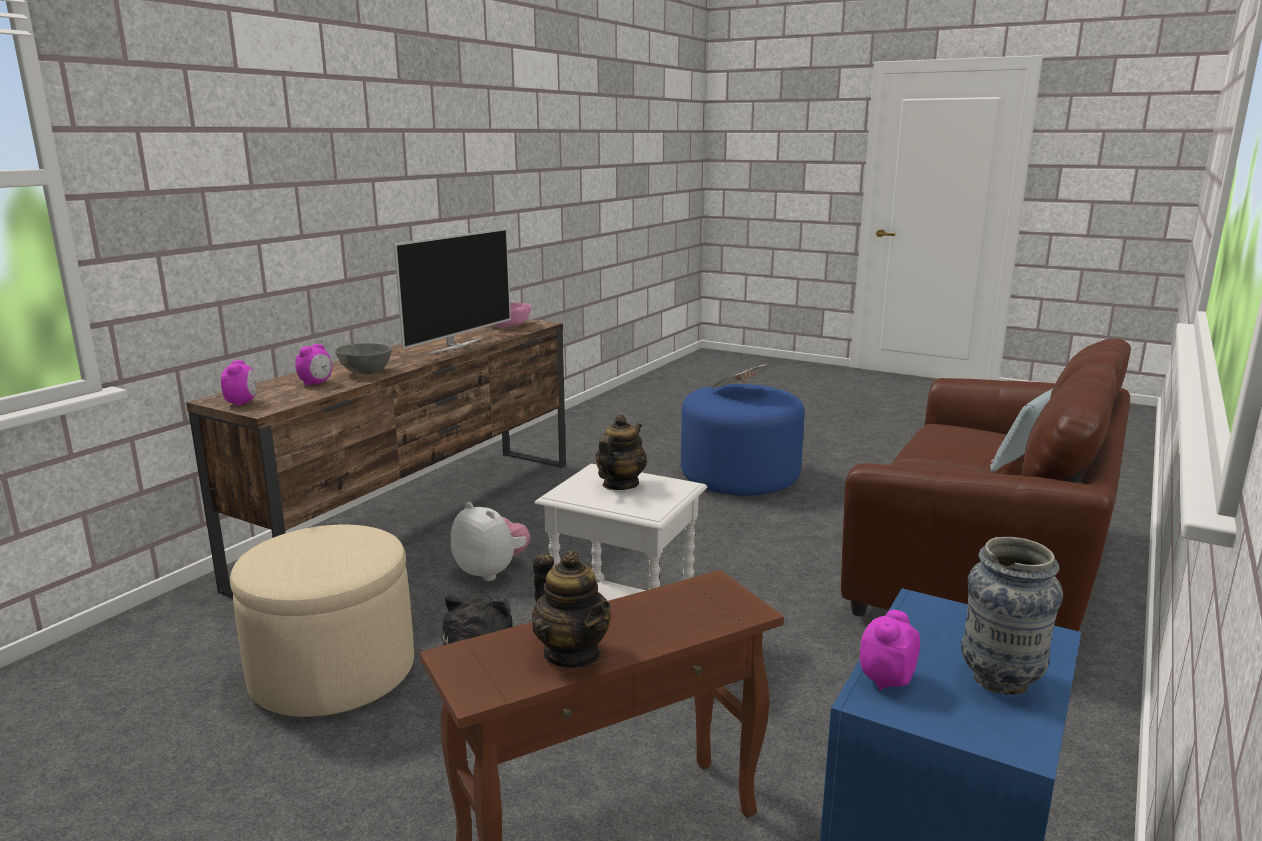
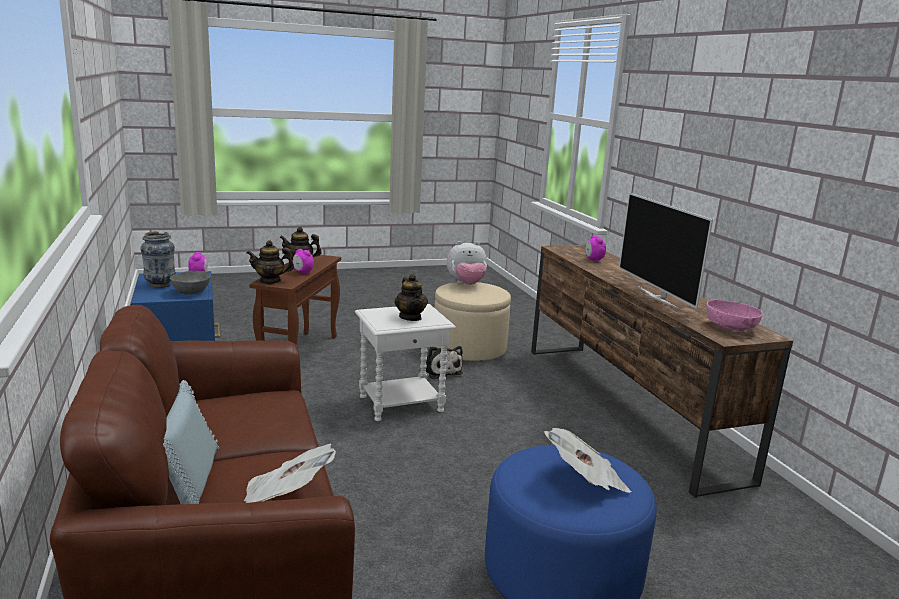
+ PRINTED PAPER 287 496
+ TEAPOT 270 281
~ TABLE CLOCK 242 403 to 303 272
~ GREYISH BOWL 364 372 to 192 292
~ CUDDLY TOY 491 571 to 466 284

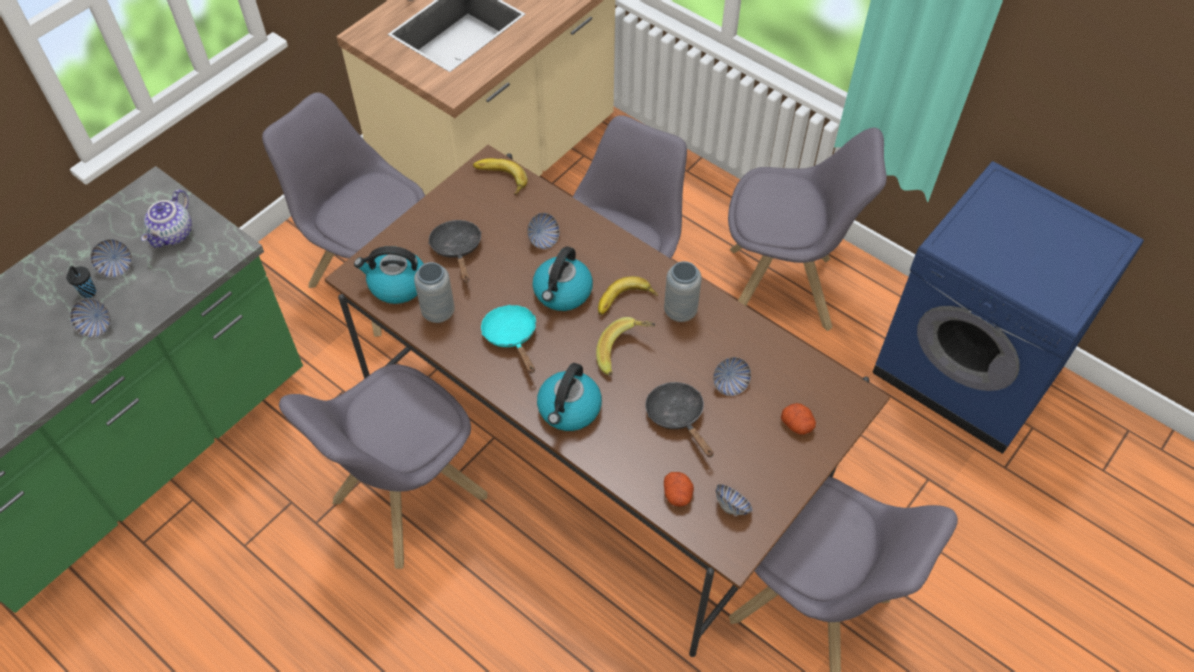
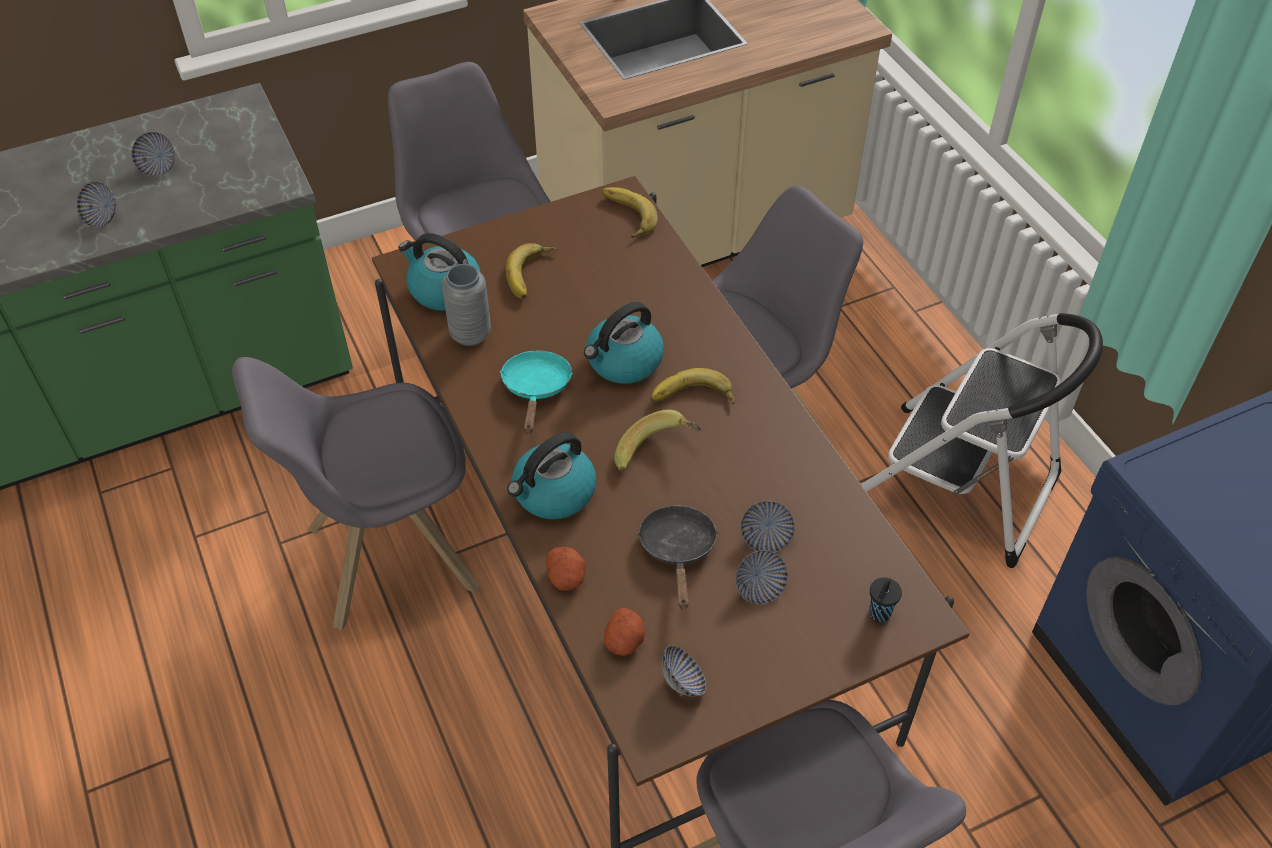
- TEAPOT 174 234
- GREYISH VASE 680 312
~ BLACKISH SMALL CUP 88 293 to 879 614
~ BOWL 543 239 to 759 588
~ WHOLE POTATO 797 424 to 567 577
~ BLACKISH PAN 457 249 to BANANA 533 275
~ GREYISH CHAIR 780 289 to STEP LADDER 962 488

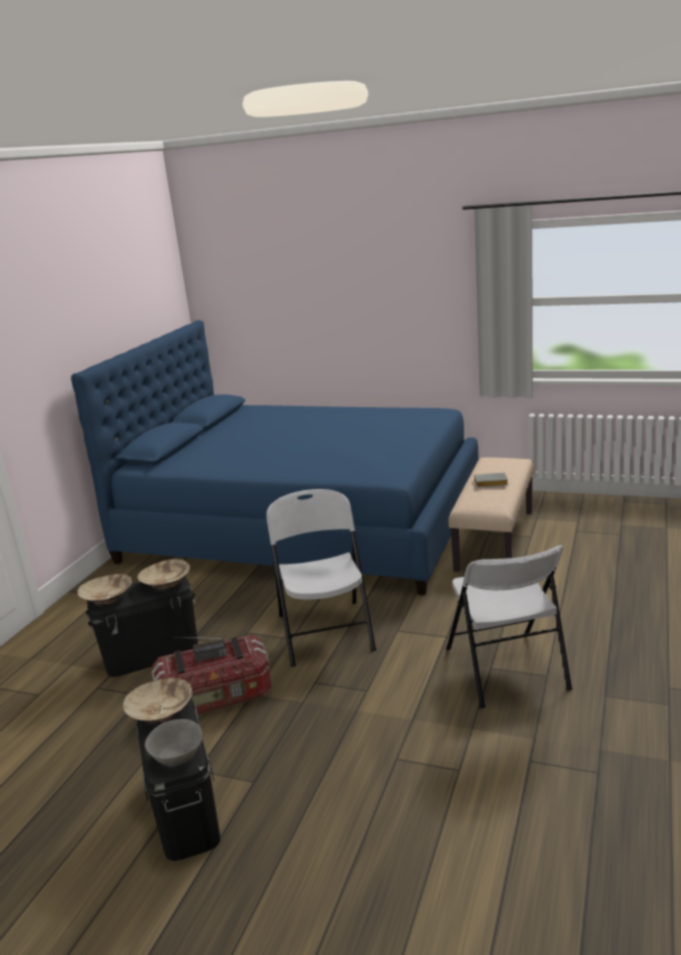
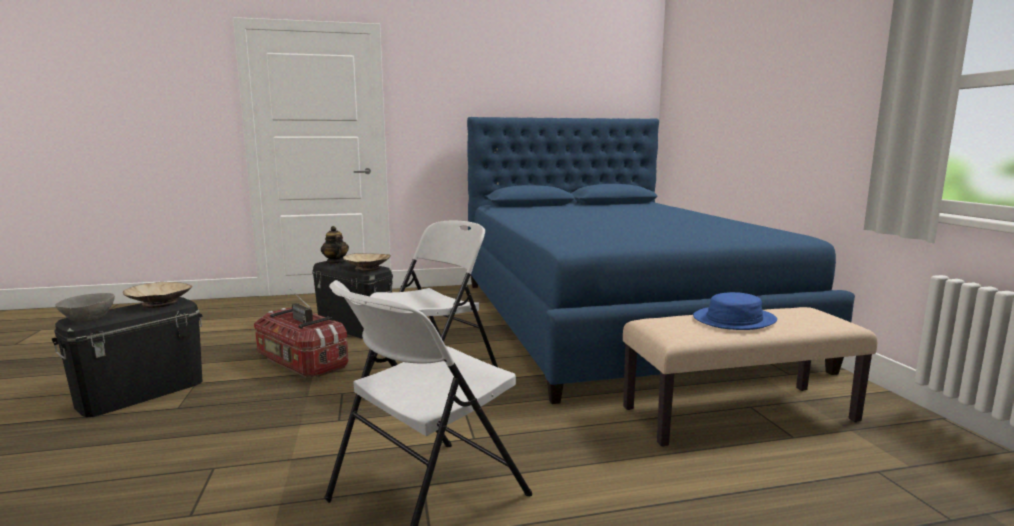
~ BEIGE-COLOURED BOWL 108 598 to TEAPOT 335 262
~ GREYISH VOLUME 490 483 to BLUE HAT 734 319

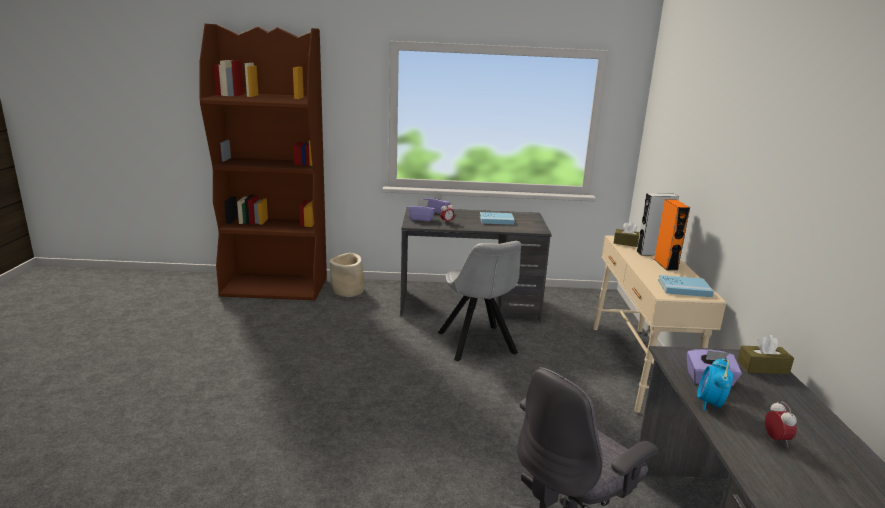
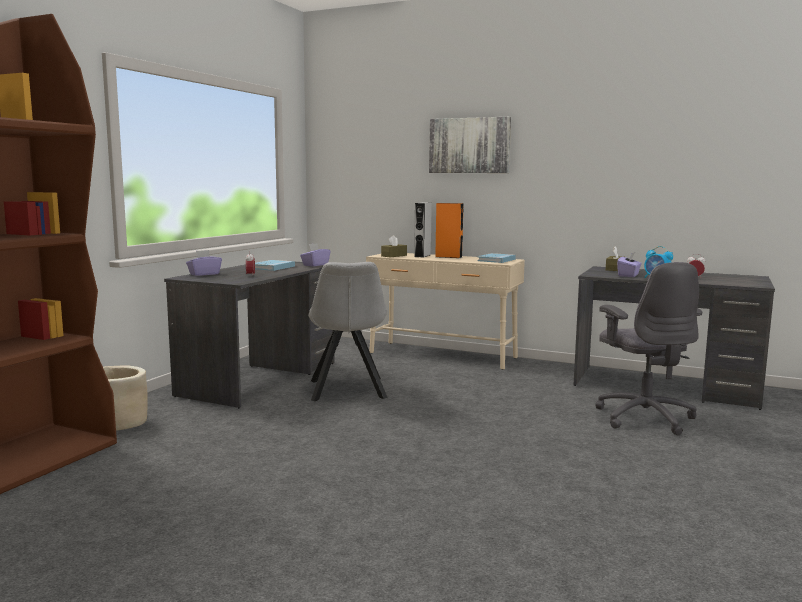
+ PICTURE 469 145
~ PURPLISH TISSUE BOX 421 219 to 315 265
~ GREYISH CHAIR 477 344 = 347 390 75 degrees clockwise

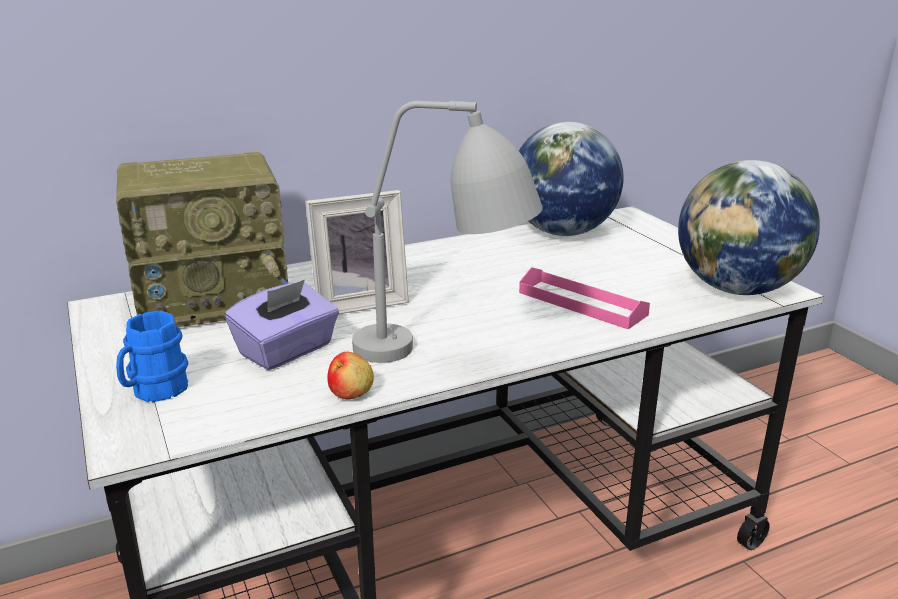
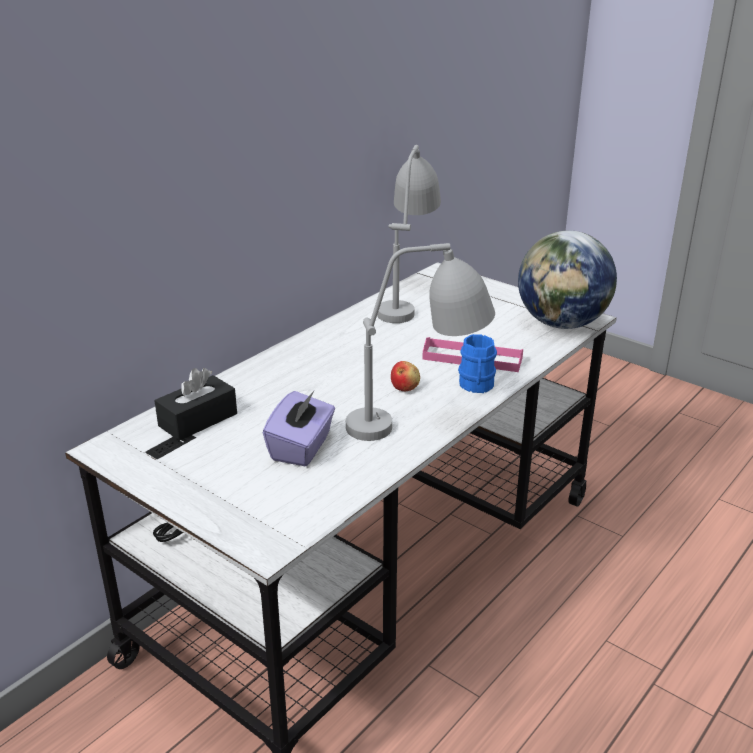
- PHOTO FRAME 359 302
~ BLUE TEA MUG 154 391 to 476 386
~ WHOLE APPLE 351 393 to 405 387
~ RADIO 216 300 to BLACKISH TISSUE BOX 198 420
~ DESK GLOBE 562 232 to GREYISH TABLETOP LAMP 407 298

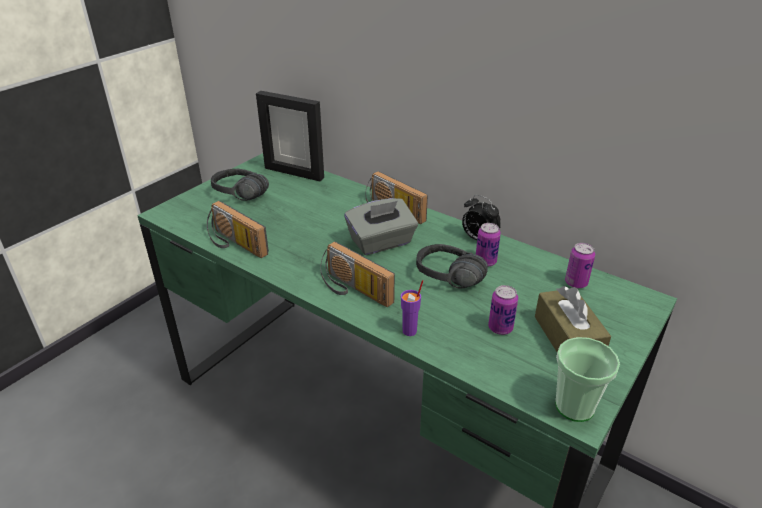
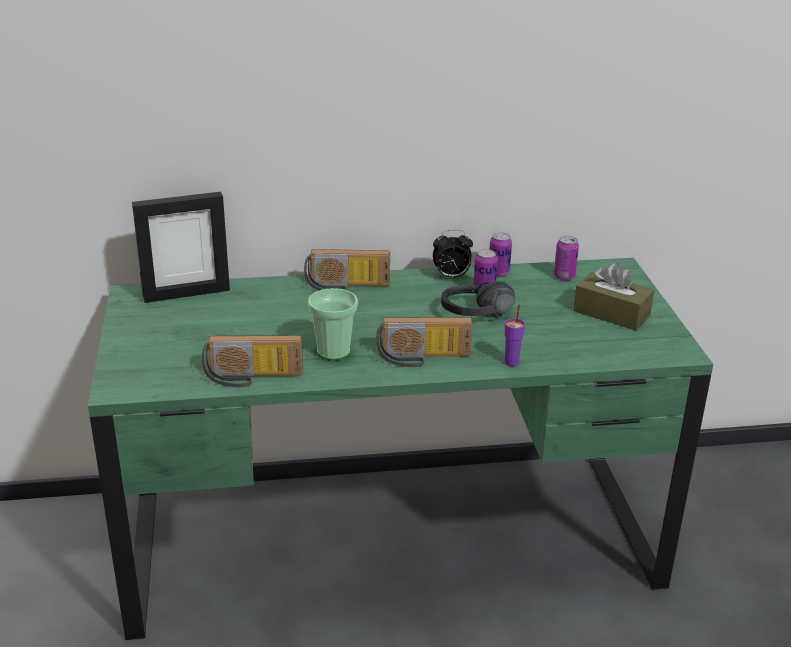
- BLACKISH PAIR OF HEADPHONES 236 197
- GREYISH TISSUE BOX 381 242
~ METAL CAN 500 328 to 498 273
~ SMALL CUP 574 407 to 333 352

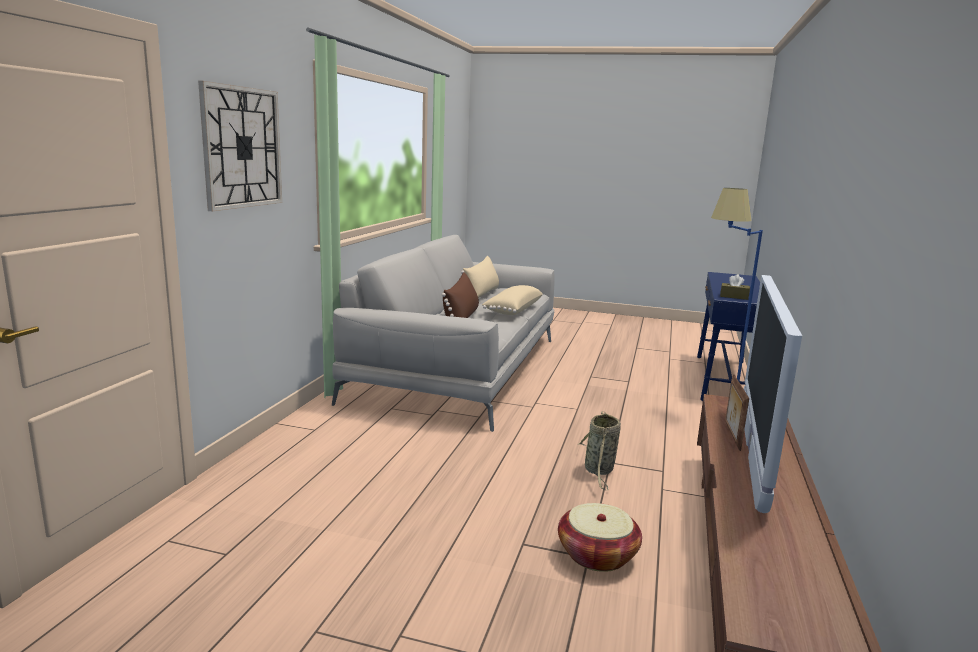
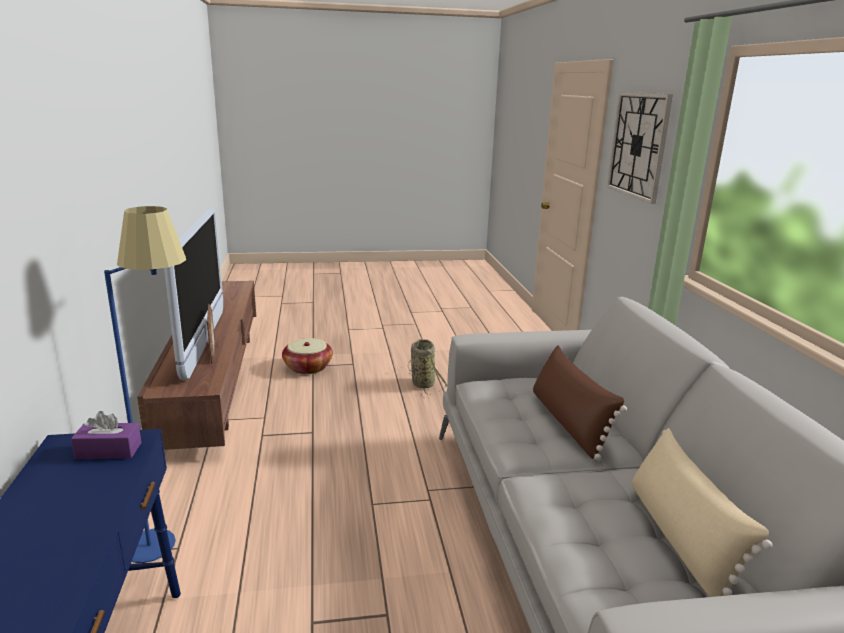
- BEIGE-COLOURED PILLOW 512 310
~ HOUSEHOLD BASKET 599 471 to 422 383
~ BROWN-COLOURED TISSUE BOX 734 296 to PURPLISH TISSUE BOX 109 450

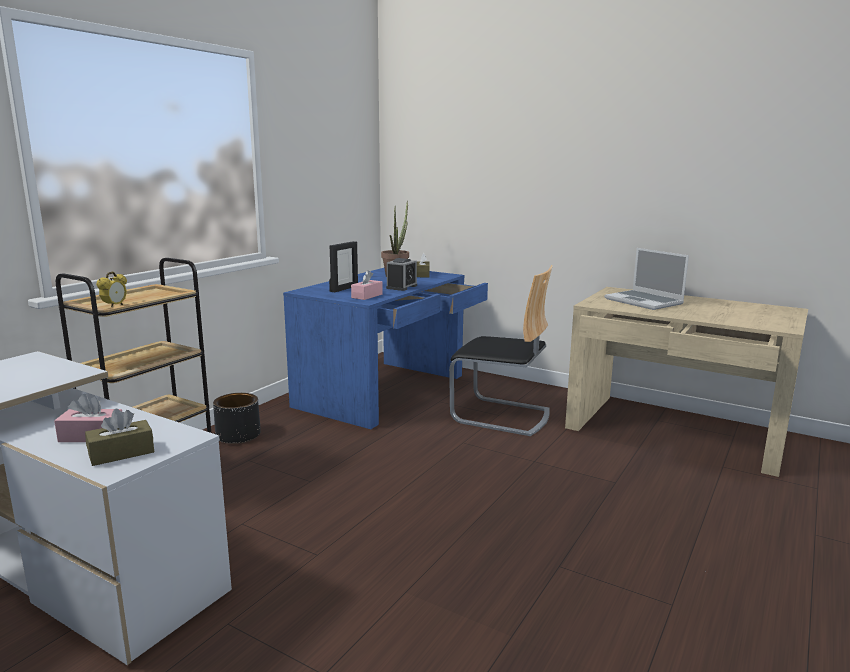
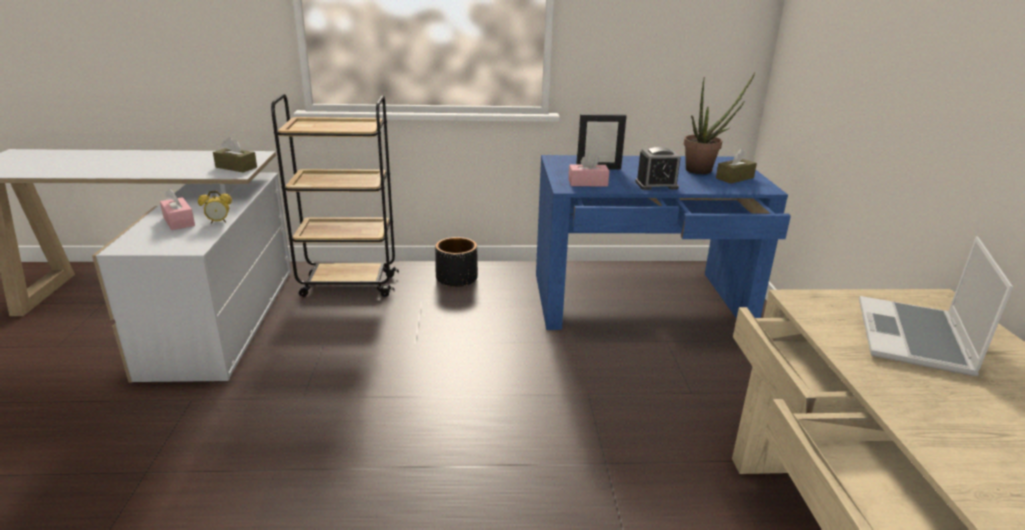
- CHAIR 501 415
~ BROWN-COLOURED TISSUE BOX 121 453 to 236 167
~ TABLE CLOCK 115 306 to 219 222

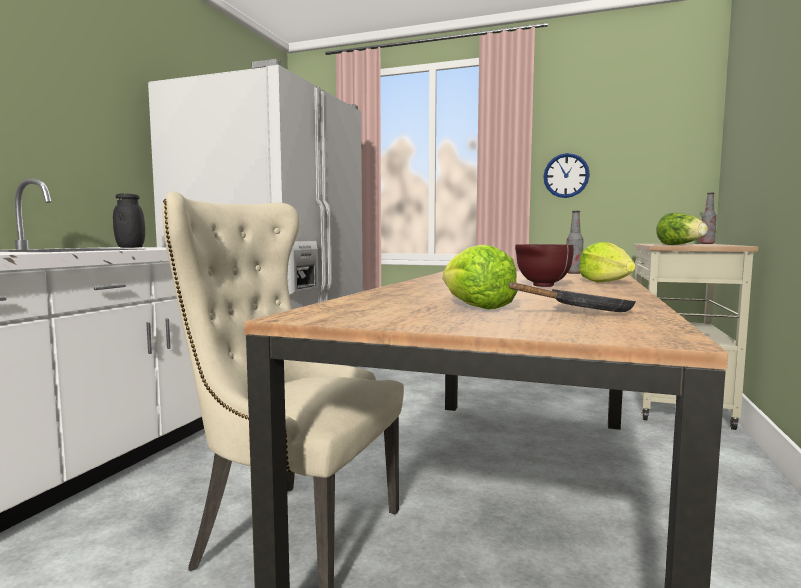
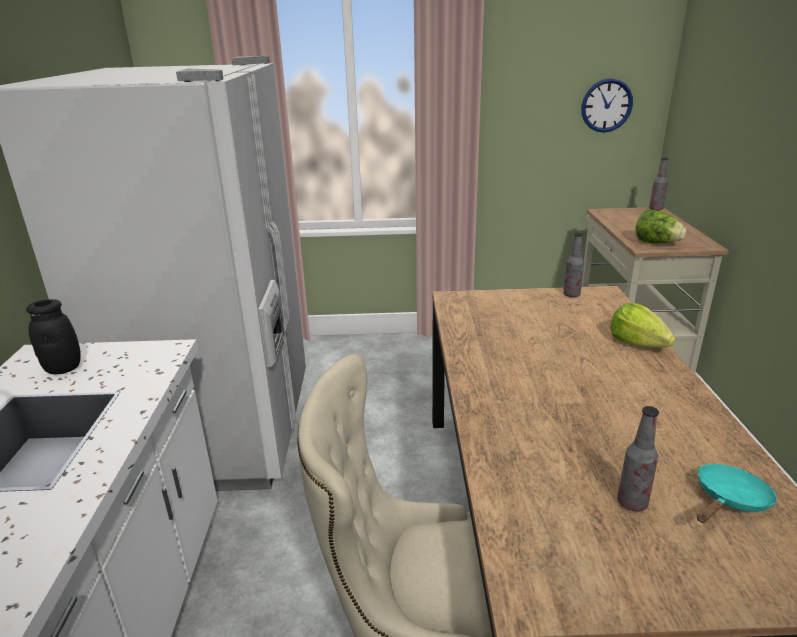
- BROWN-COLOURED BOWL 541 286
~ HANGING CLOCK 566 175 to 606 105
~ LETTUCE 475 307 to BOTTLE 632 503
~ BLACKISH PAN 583 312 to TURQUOISE-COLOURED PAN 729 500

